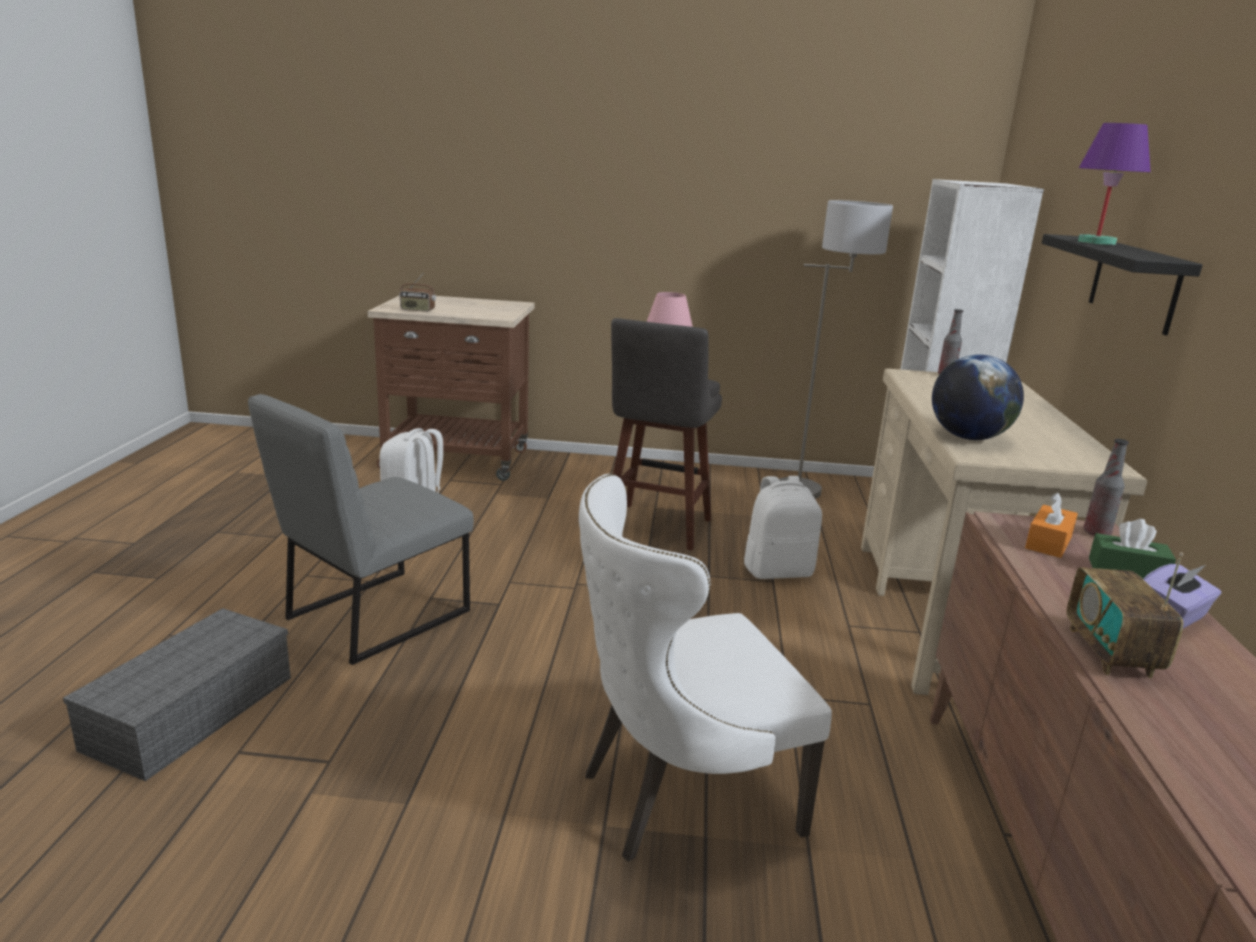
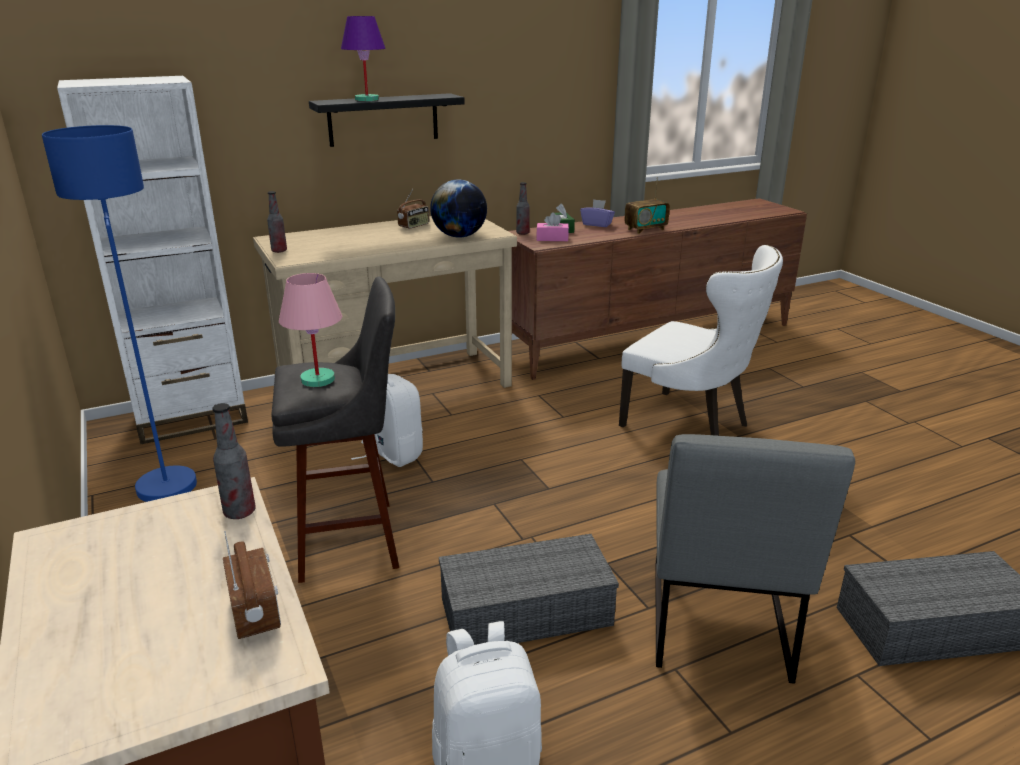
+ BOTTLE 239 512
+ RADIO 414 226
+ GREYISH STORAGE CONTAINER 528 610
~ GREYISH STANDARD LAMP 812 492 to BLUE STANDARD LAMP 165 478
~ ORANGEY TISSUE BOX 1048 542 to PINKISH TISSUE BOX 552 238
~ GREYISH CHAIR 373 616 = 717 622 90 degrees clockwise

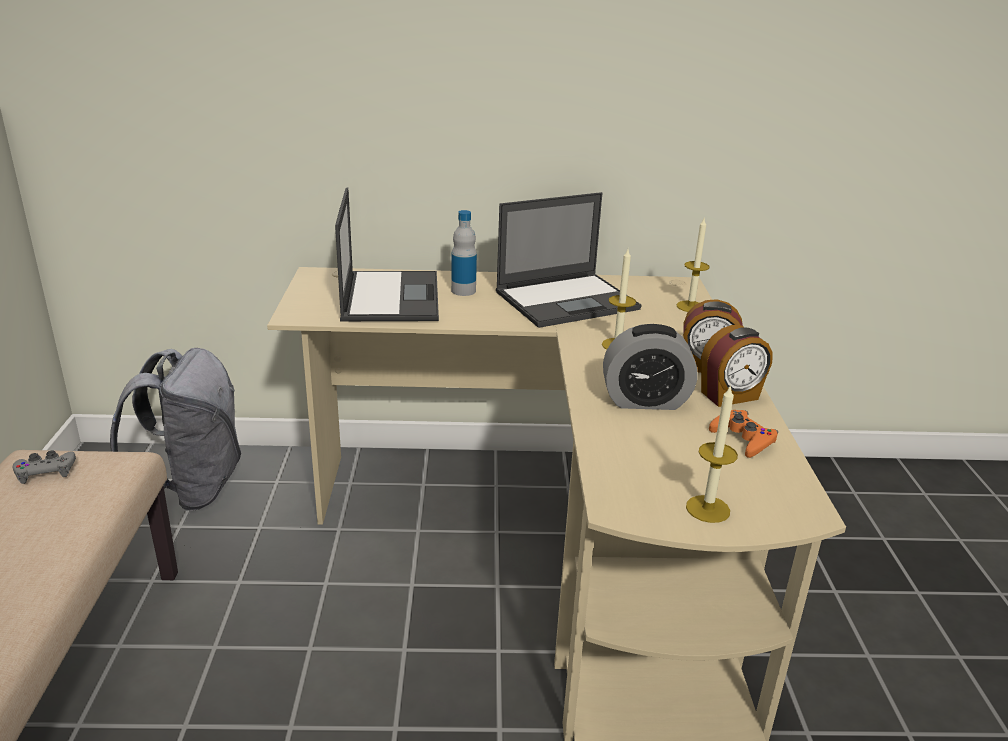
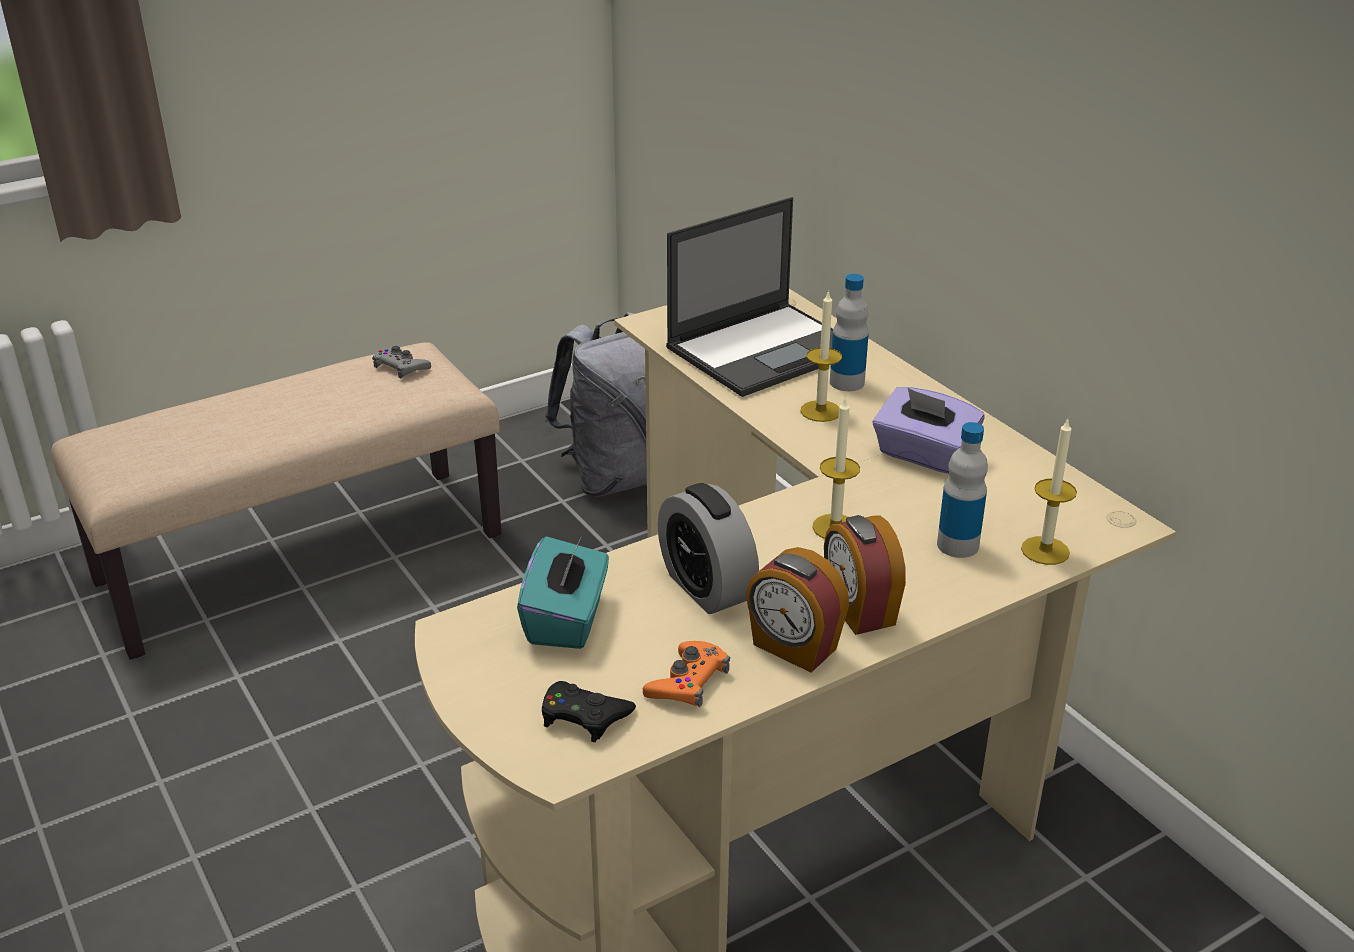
+ TURQUOISE-COLOURED TISSUE BOX 567 620
+ BLACKISH JOYPAD 584 716
+ BOTTLE 957 545
~ WAX CANDLE 707 509 to 820 411
~ NOTEBOOK COMPUTER 568 300 to PURPLISH TISSUE BOX 923 455

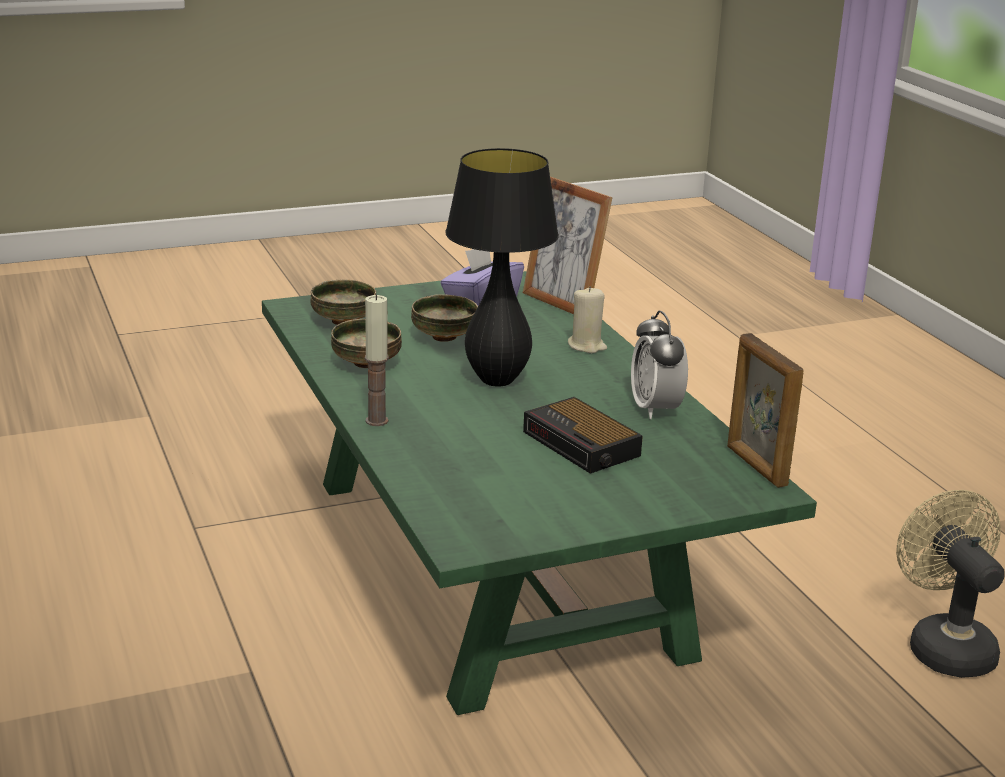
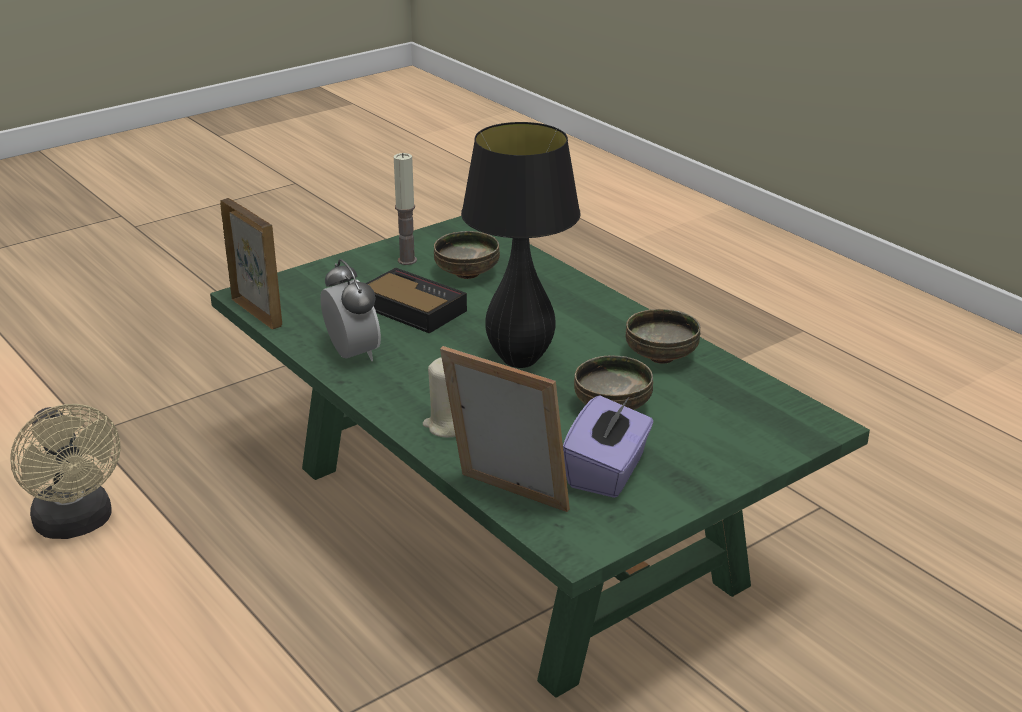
~ BOWL 343 321 to 468 274
~ WAX CANDLE 376 421 to 407 260

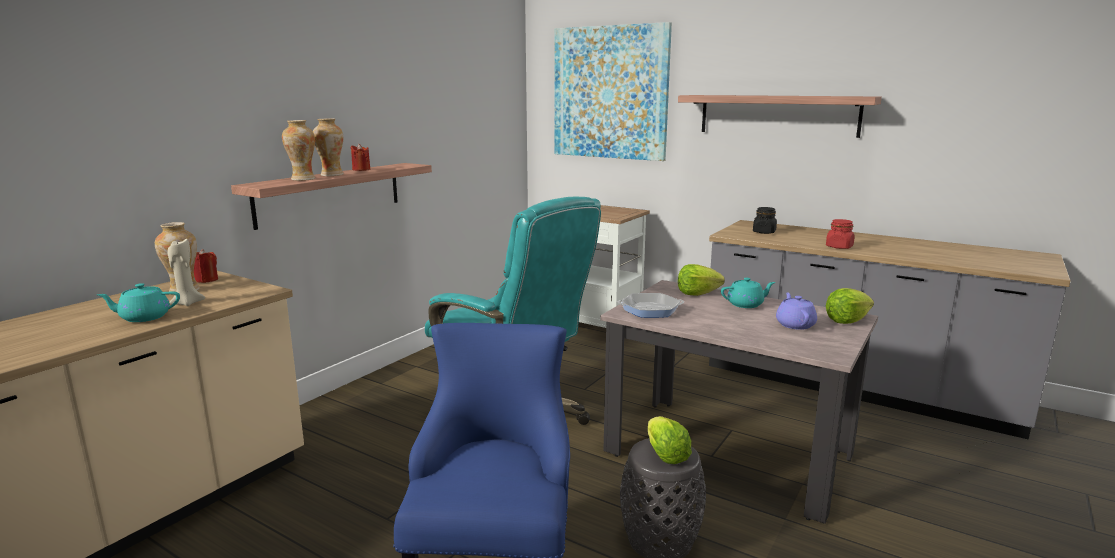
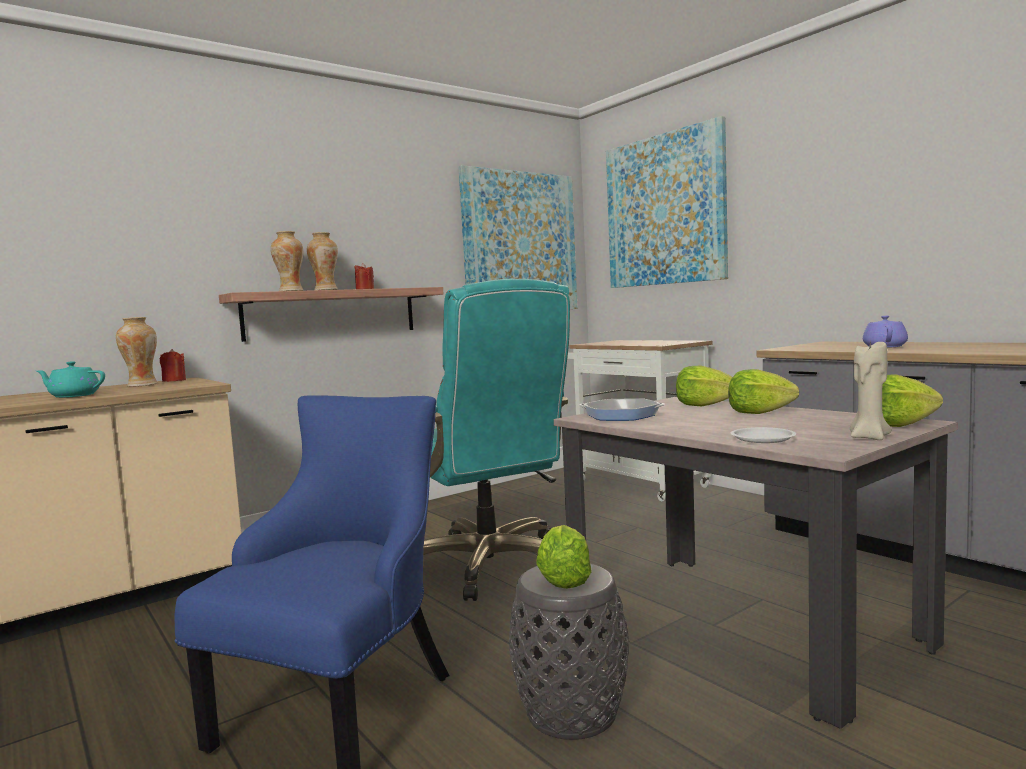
- BRACKET SHELF 777 115
- BLACKISH PRESERVE JAR 764 232
- REDDISH PRESERVE JAR 839 247
+ PICTURE 520 242
+ WHITISH FLAT DISH 762 439
~ BEIGE-COLOURED WAX CANDLE 187 303 to 868 437
~ PURPLISH TEAPOT 795 324 to 884 347
~ TURQUOISE-COLOURED TEAPOT 746 304 to LETTUCE 759 412

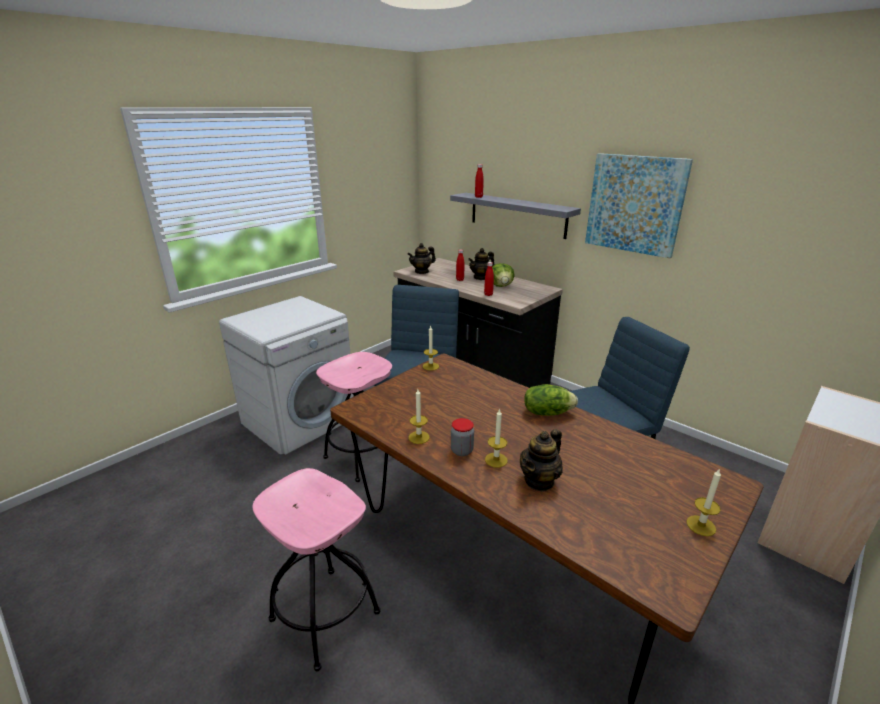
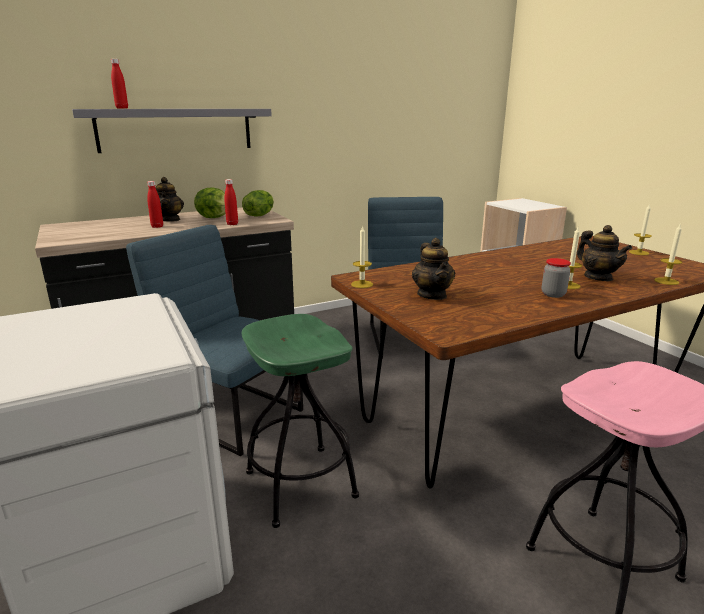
- PICTURE 635 204
~ TEAPOT 422 271 to 432 295
~ WAX CANDLE 419 437 to 666 281
~ LETTUCE 547 412 to 259 215
~ PINKISH STOOL 362 456 to GREEN STOOL 300 483

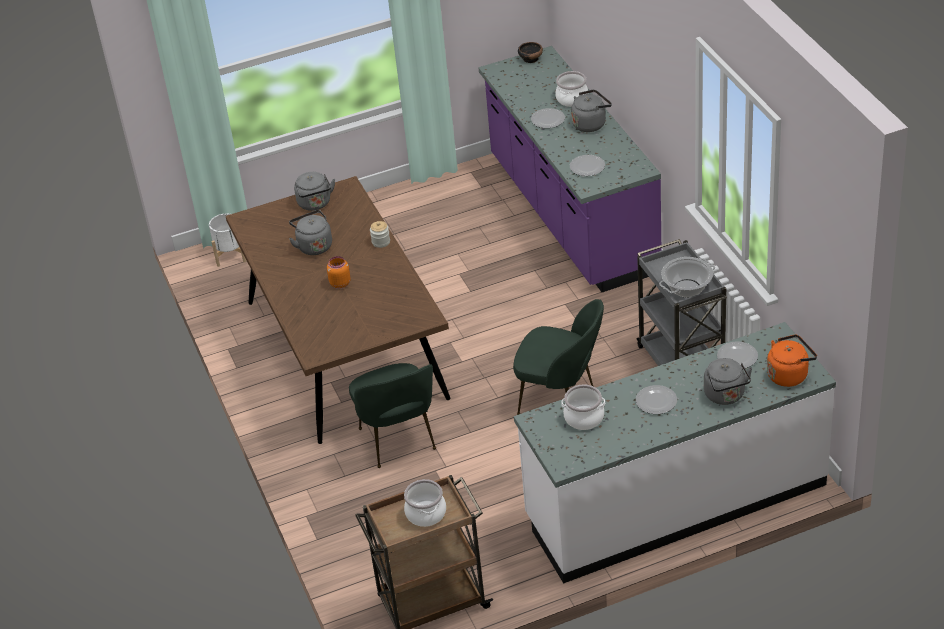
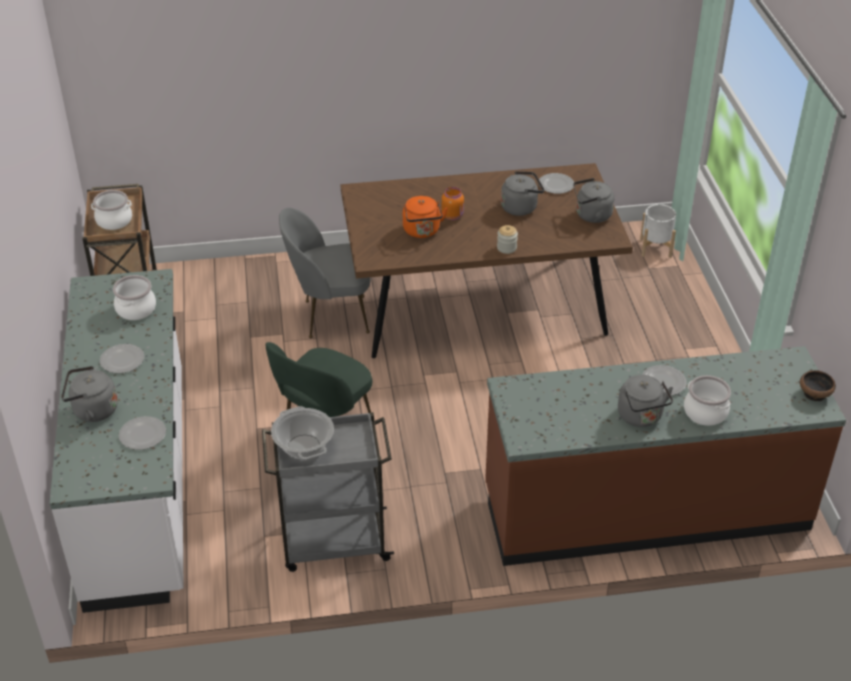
~ FLAT DISH 587 167 to 555 185
~ ORANGEY TEA KETTLE 789 374 to 422 231
~ GREEN CHAIR 399 444 to GREYISH CHAIR 329 317
~ PURPLISH COUNTER 570 216 to BROWN-COLOURED COUNTER 645 509

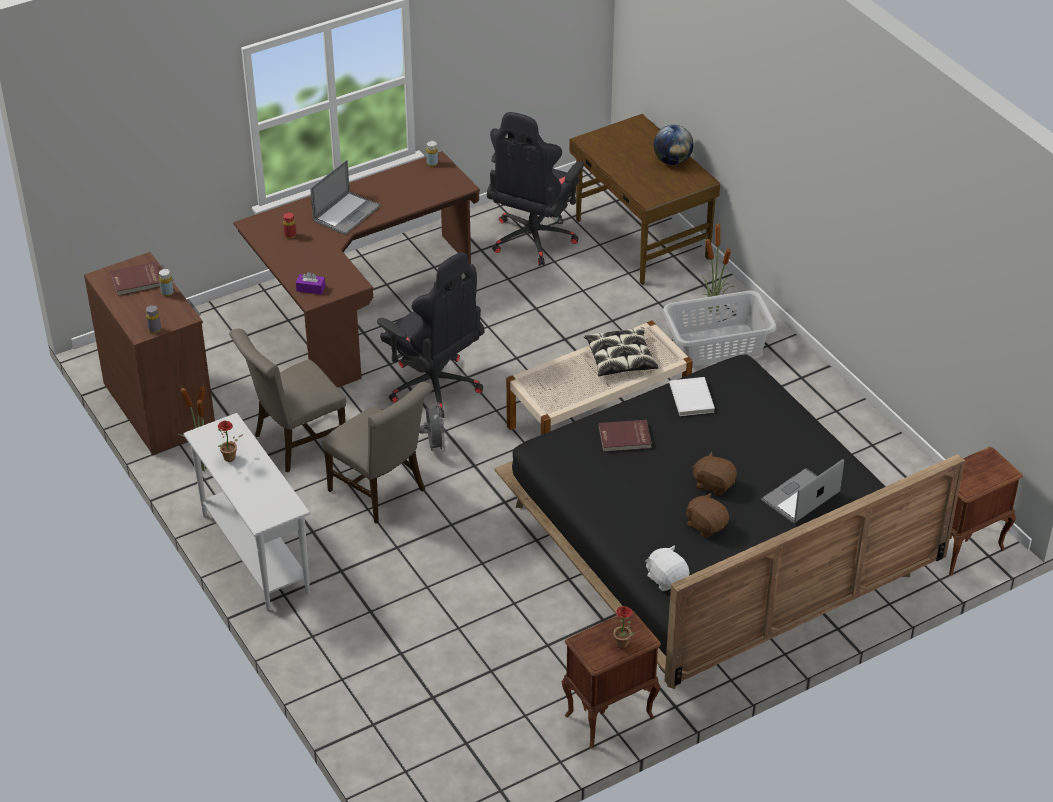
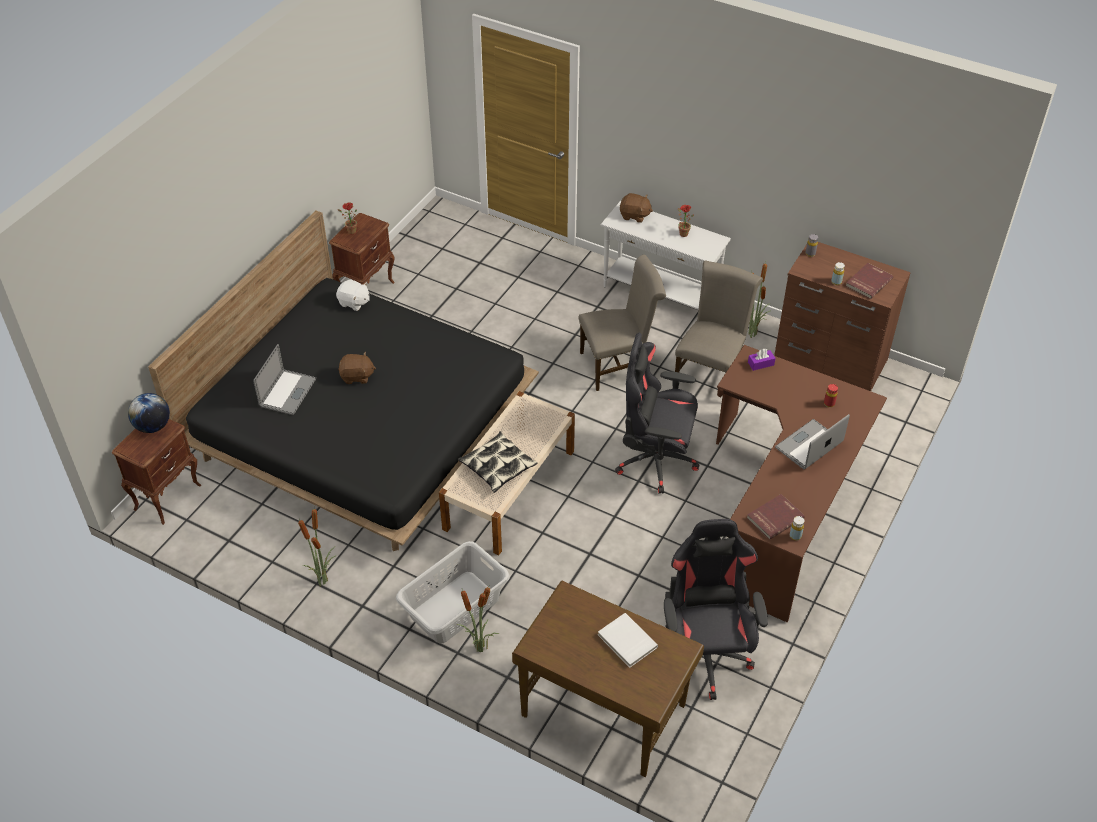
- GREYISH COOLING FAN 434 446
+ PLANT IN A POT 323 580
~ REDDISH VOLUME 625 438 to 774 517
~ DESK GLOBE 672 161 to 153 426
~ WHITISH VOLUME 692 398 to 626 641
~ BROWN-COLOURED CUDDLY TOY 706 525 to 634 215
~ NOTEBOOK COMPUTER 346 213 = 809 445 45 degrees clockwise
~ BEIGE-COLOURED CHAIR 381 492 = 618 365 150 degrees clockwise

